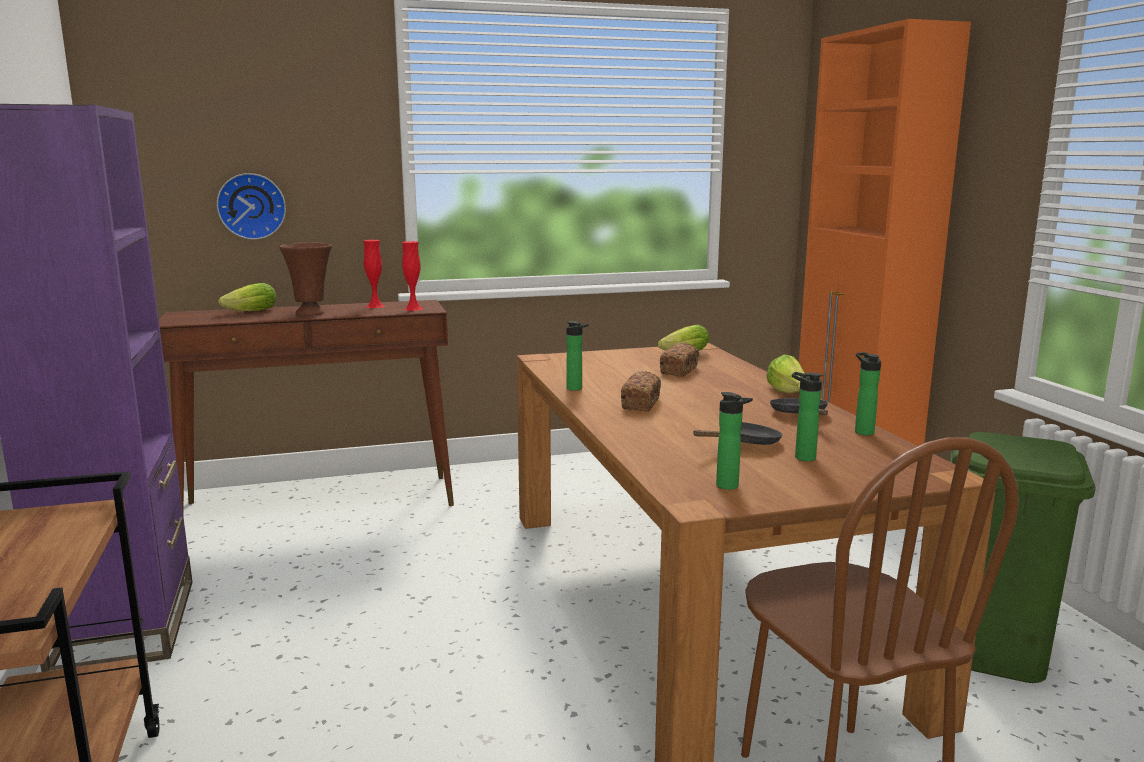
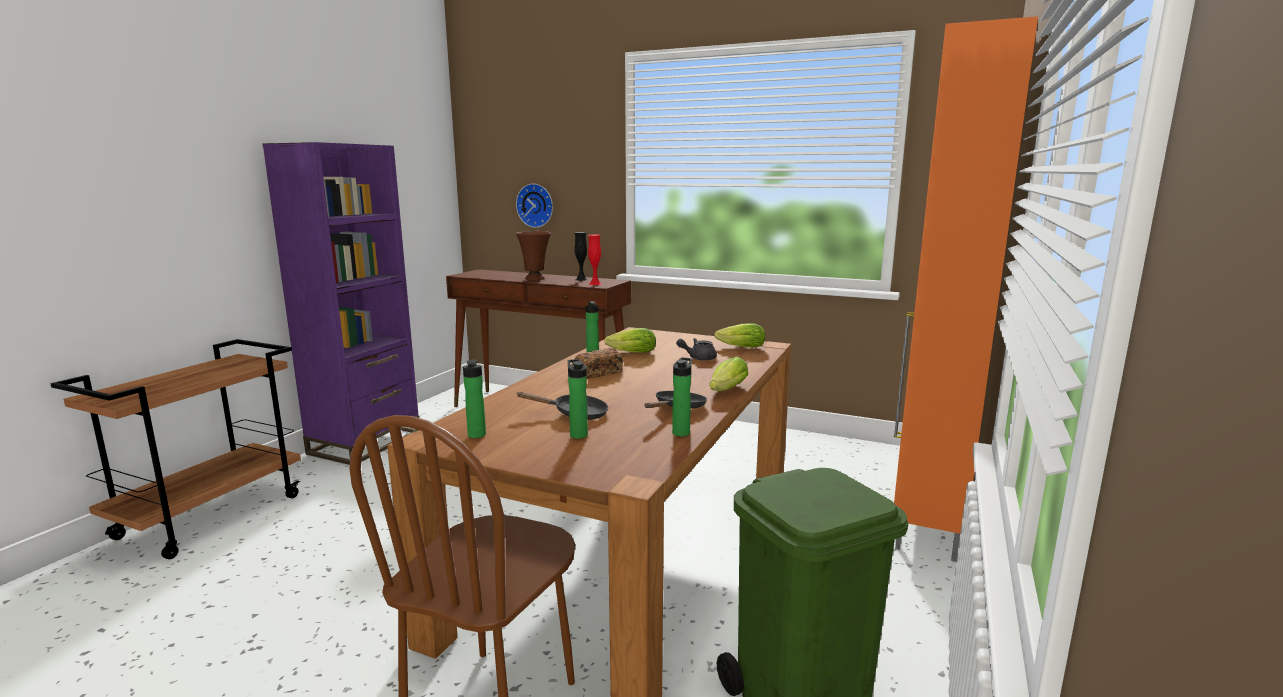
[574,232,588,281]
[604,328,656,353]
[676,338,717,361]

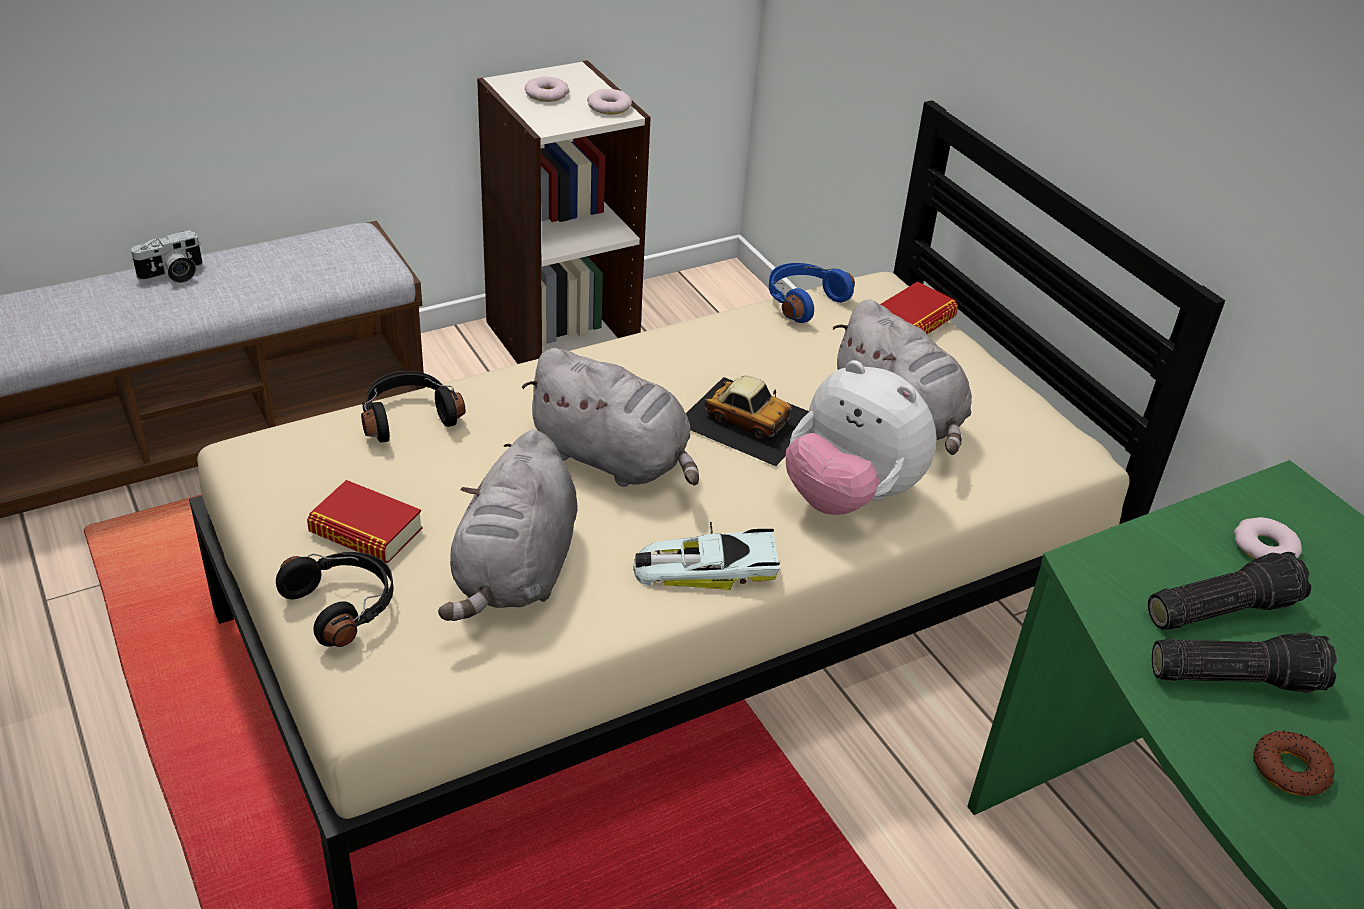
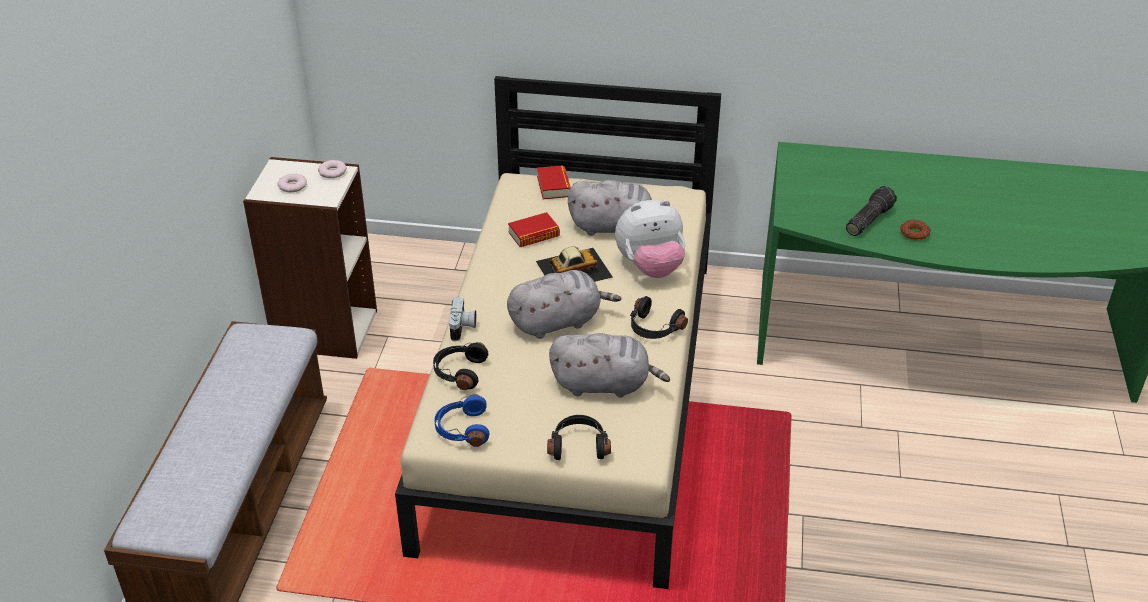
[434,394,489,447]
[449,297,476,341]
[508,212,560,247]
[549,333,670,398]
[630,296,688,339]
[1148,552,1312,630] (first image)
[1234,517,1302,560] (first image)

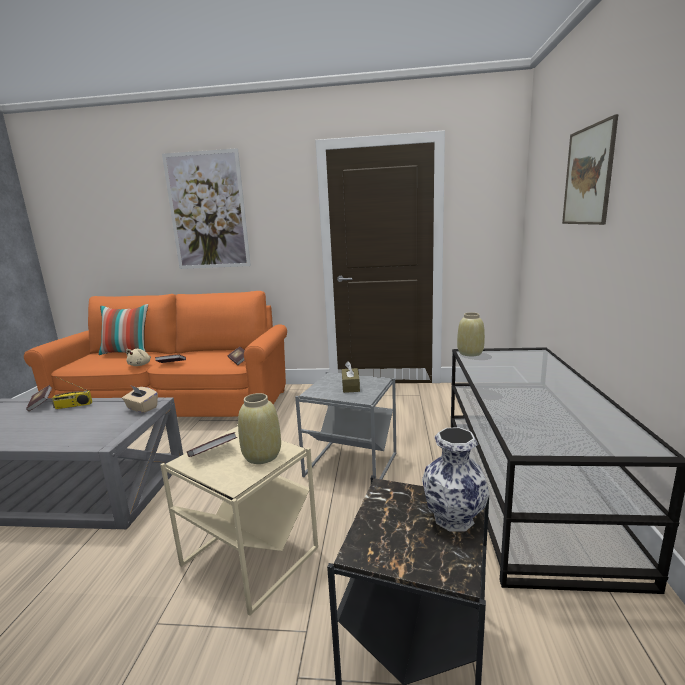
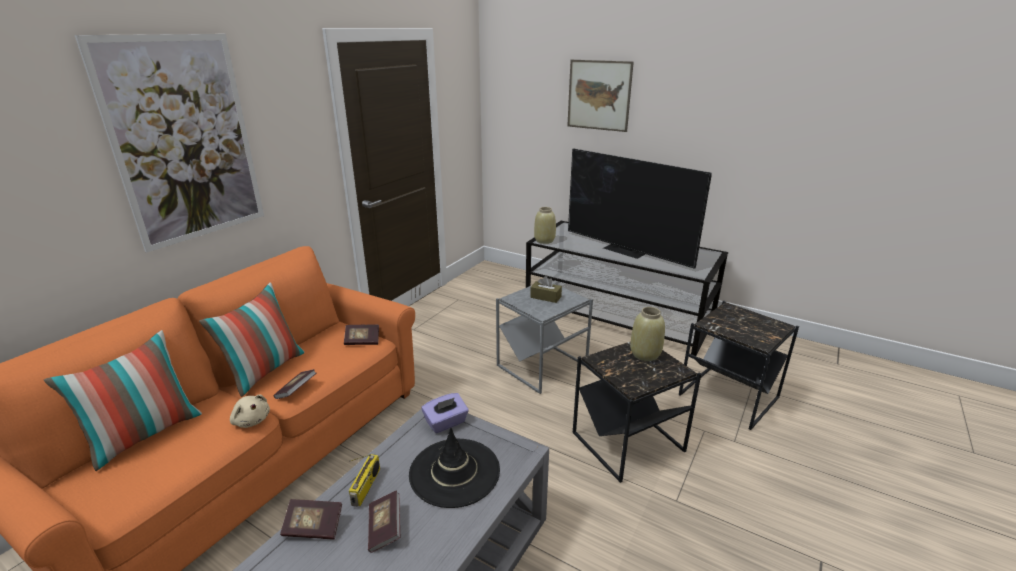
[199,282,305,397]
[368,490,400,553]
[409,428,500,508]
[422,393,469,433]
[568,148,712,269]
[573,341,701,483]
[422,427,489,531] (first image)

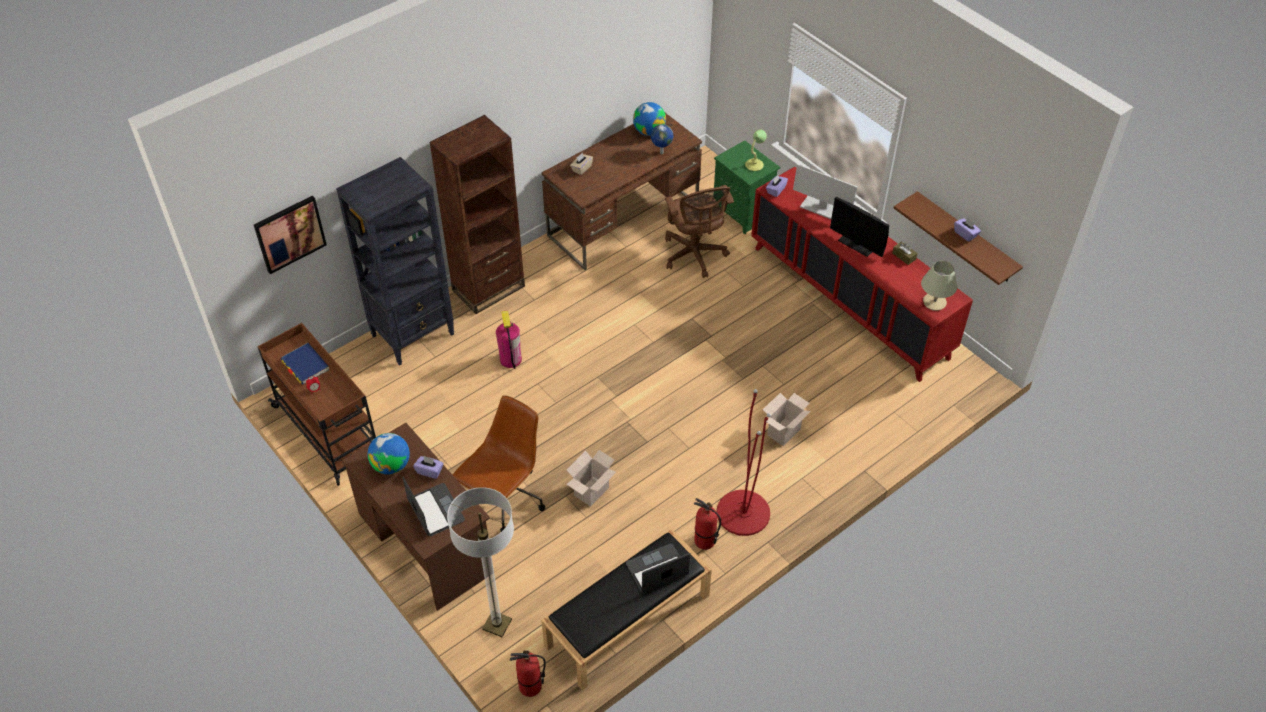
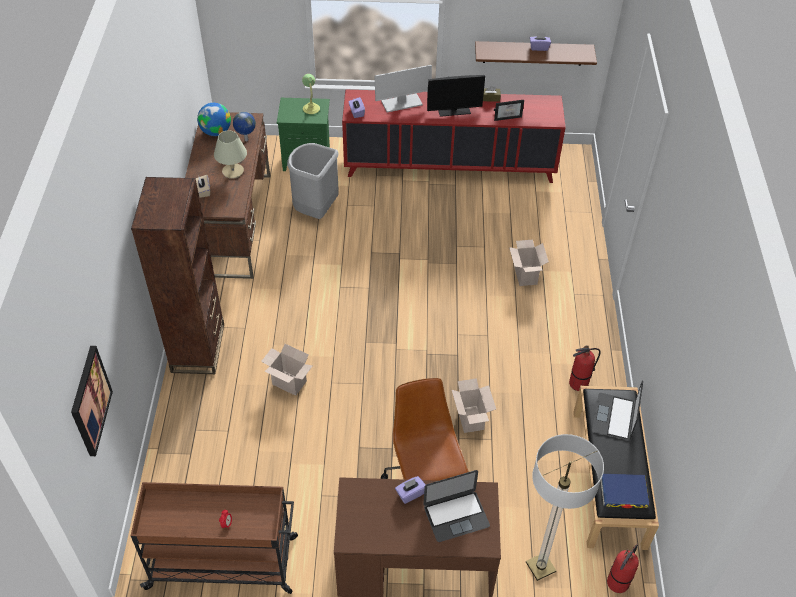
[214,130,247,179]
[261,344,313,396]
[287,143,339,219]
[423,470,490,542]
[494,100,524,121]
[601,473,649,508]
[336,157,454,366] (first image)
[368,433,410,475] (first image)
[716,389,771,536] (first image)

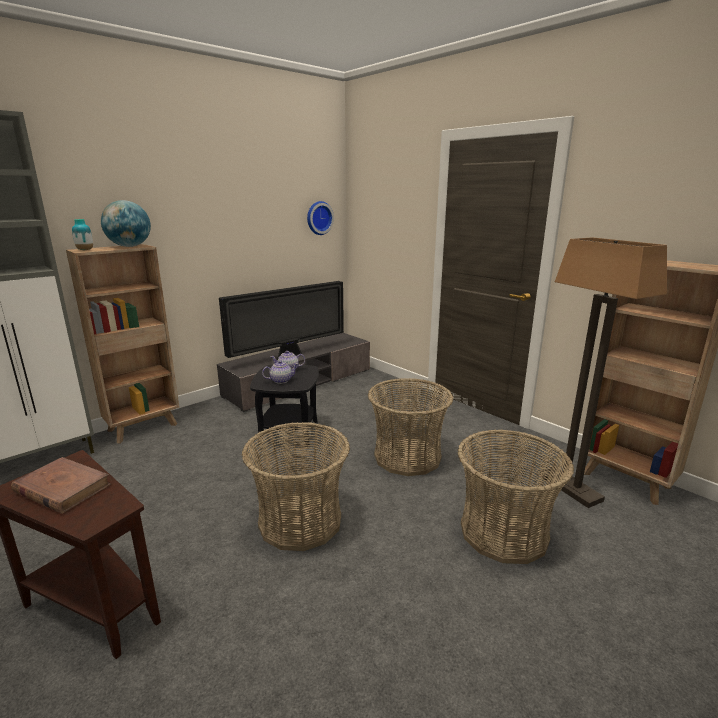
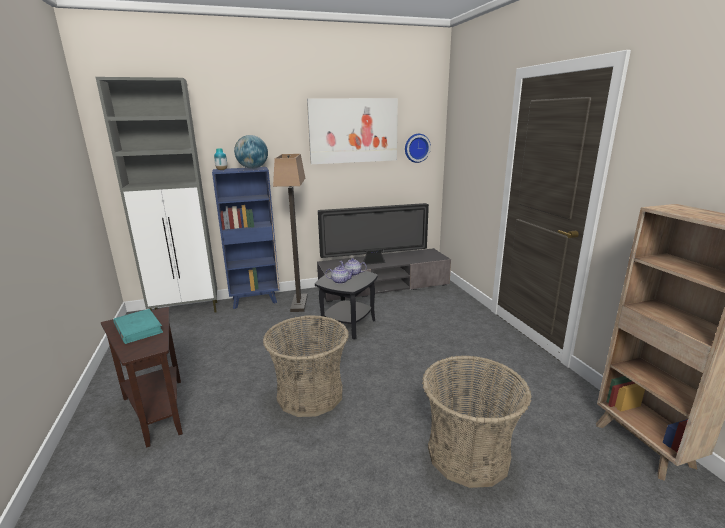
[113,309,163,344]
[212,167,280,309]
[273,154,308,312]
[307,98,398,164]
[368,378,453,476] (first image)

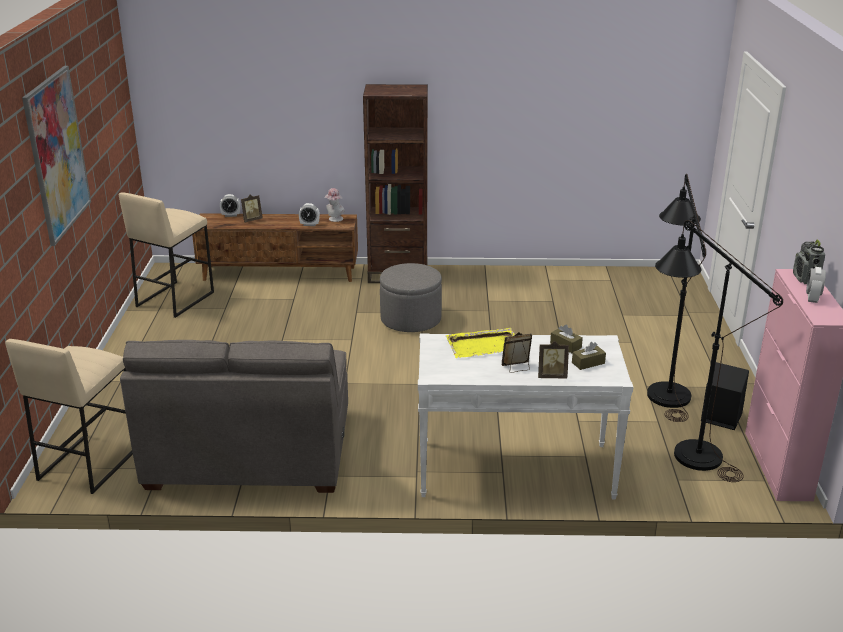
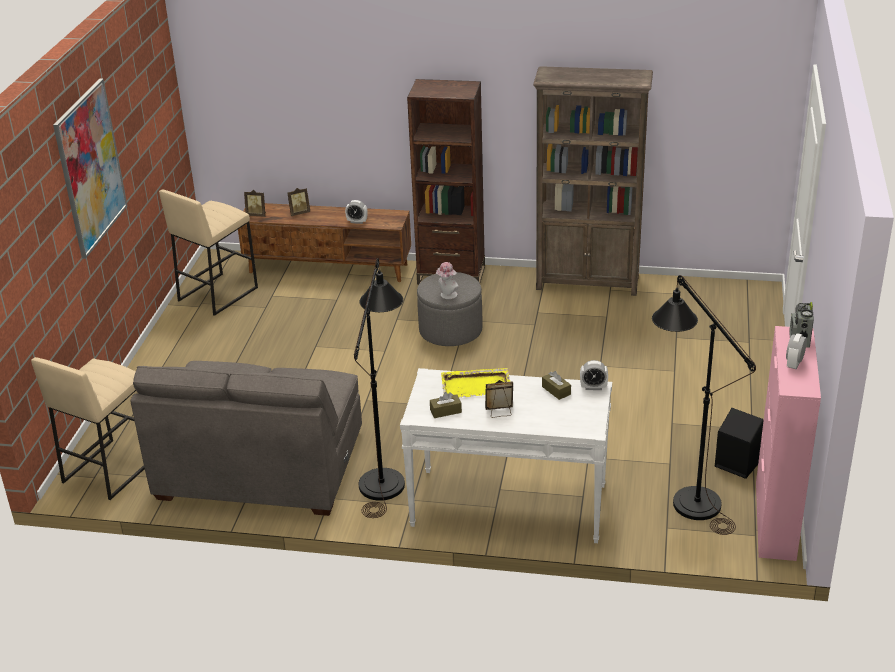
[244,190,266,217]
[354,258,405,518]
[430,392,462,418]
[436,262,459,299]
[533,66,653,296]
[580,360,608,390]

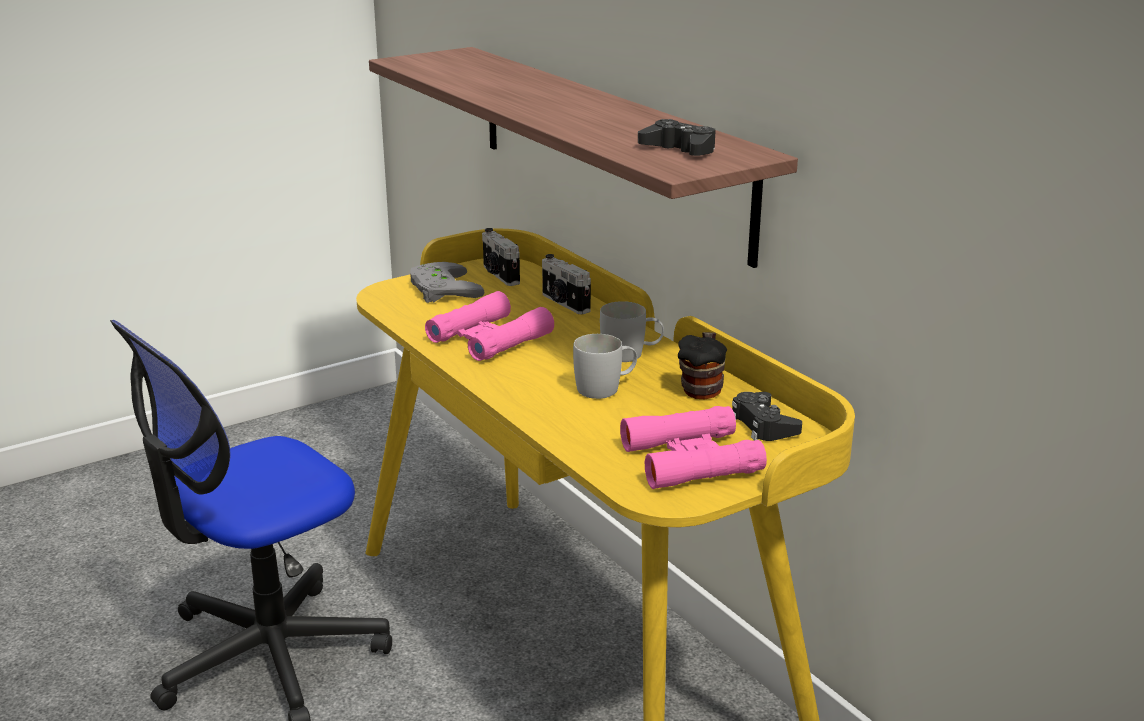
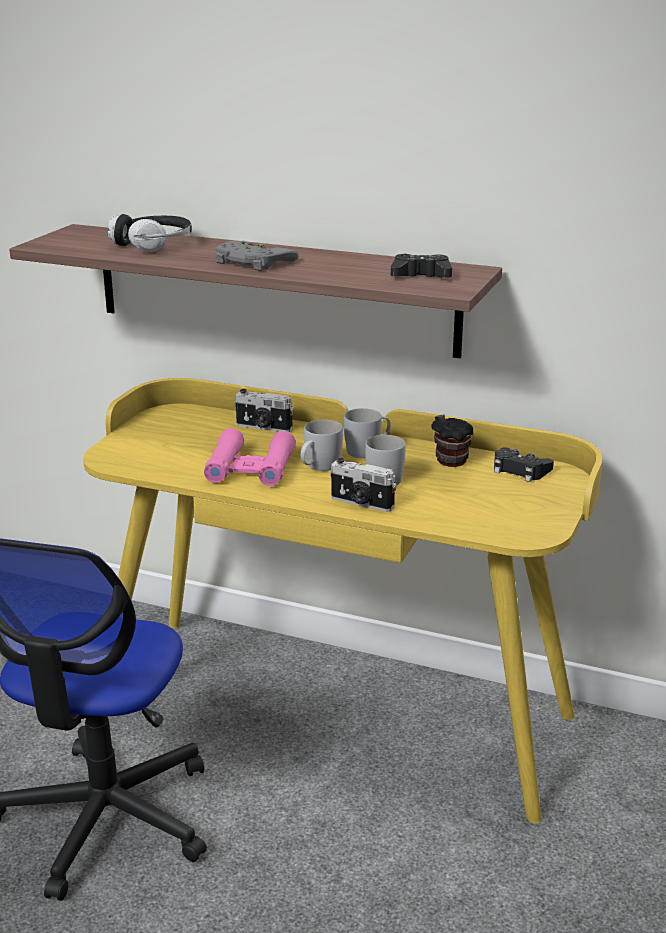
[108,214,192,252]
[215,241,299,271]
[301,420,343,471]
[330,458,396,512]
[620,406,767,489] (first image)

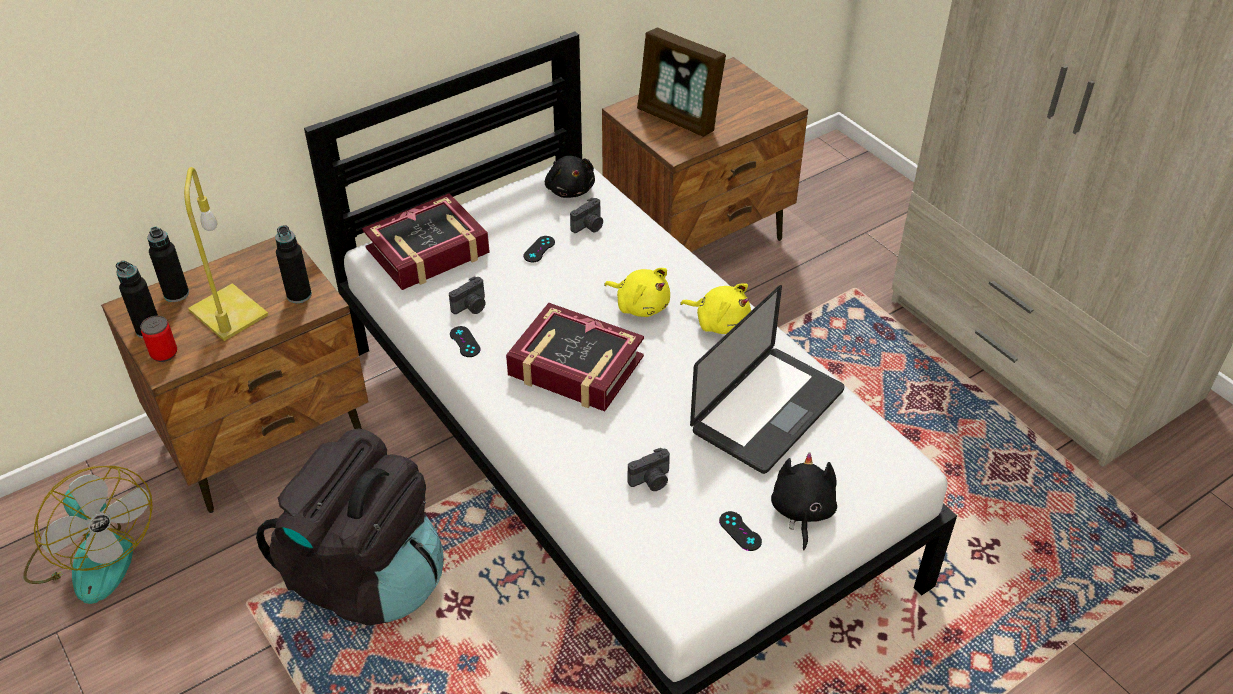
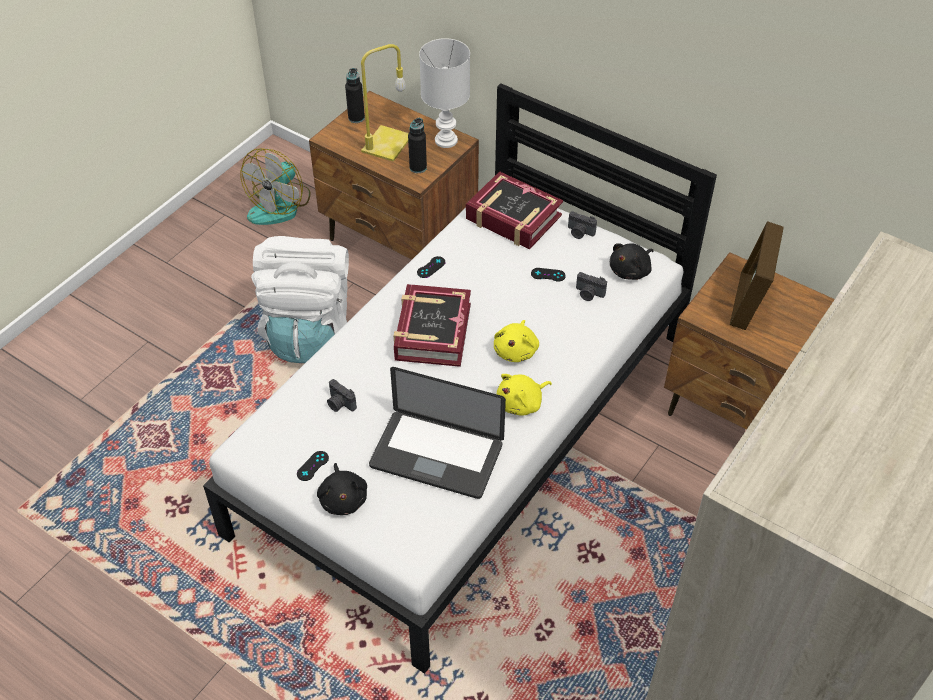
[251,236,349,363]
[317,463,367,515]
[419,38,470,148]
[497,374,552,416]
[568,211,597,239]
[140,316,177,362] (first image)
[147,227,189,302] (first image)

